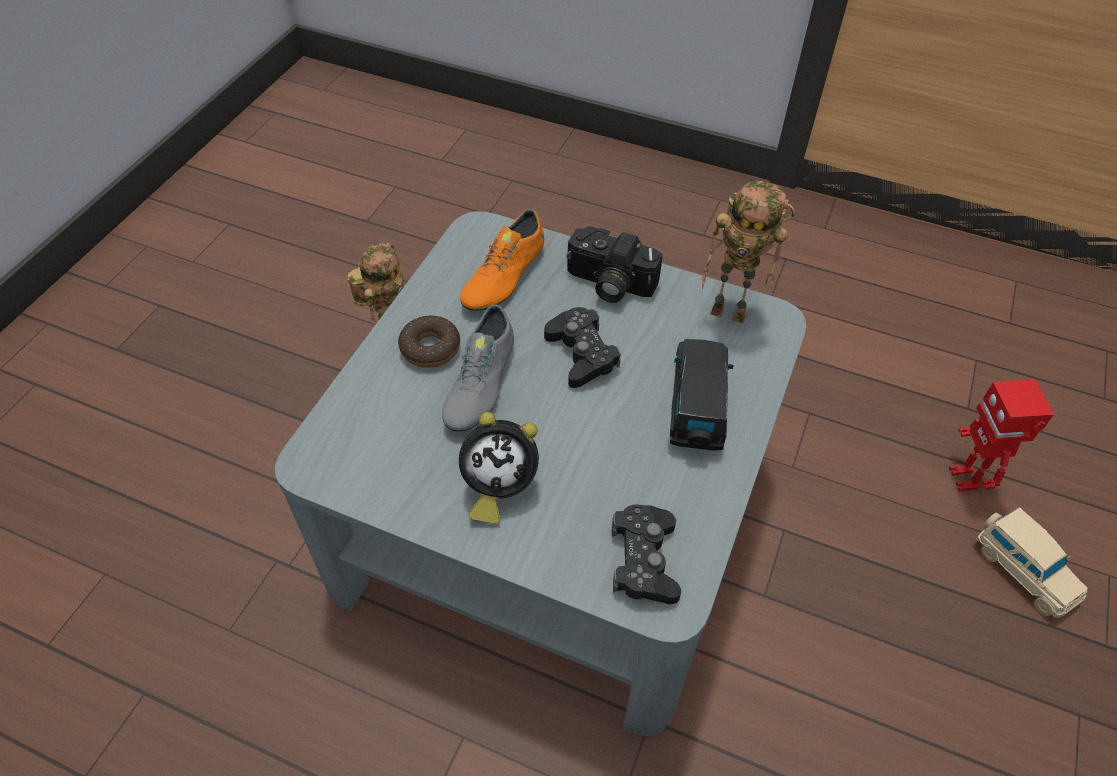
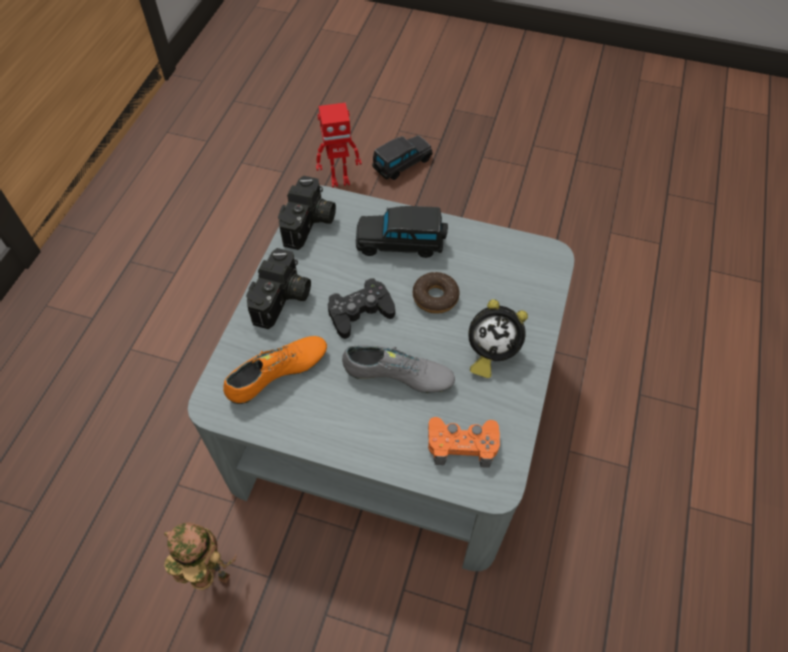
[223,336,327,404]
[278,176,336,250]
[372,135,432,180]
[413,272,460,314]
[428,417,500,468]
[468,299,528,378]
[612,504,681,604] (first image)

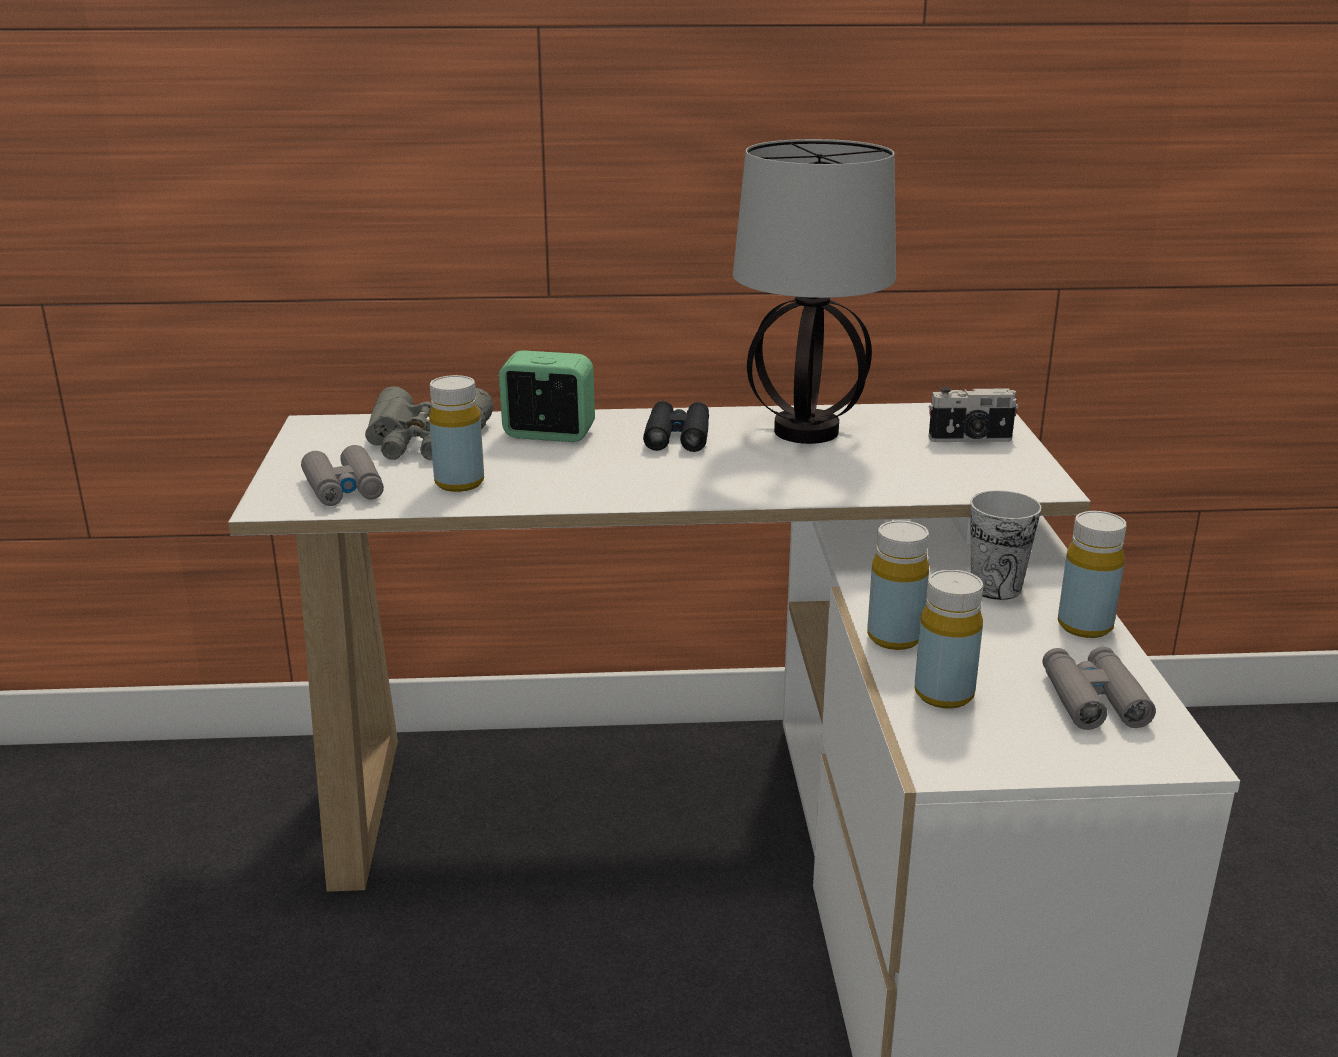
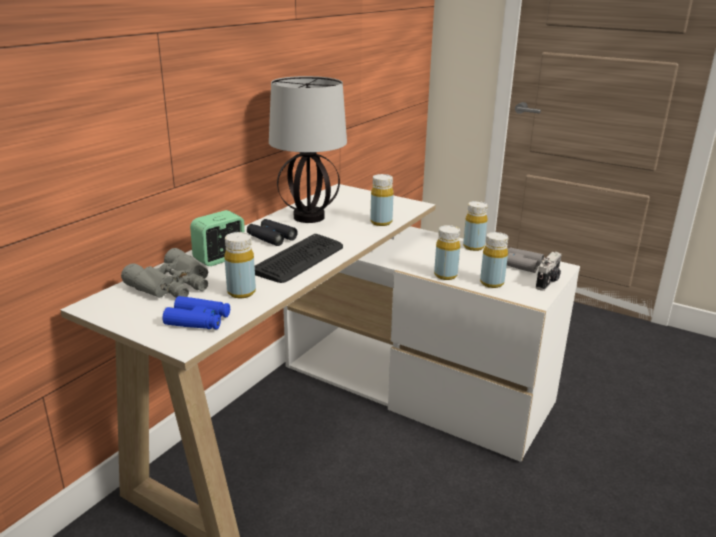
[162,296,230,329]
[255,234,343,283]
[370,174,394,226]
[536,252,562,291]
[970,490,1042,600] (first image)

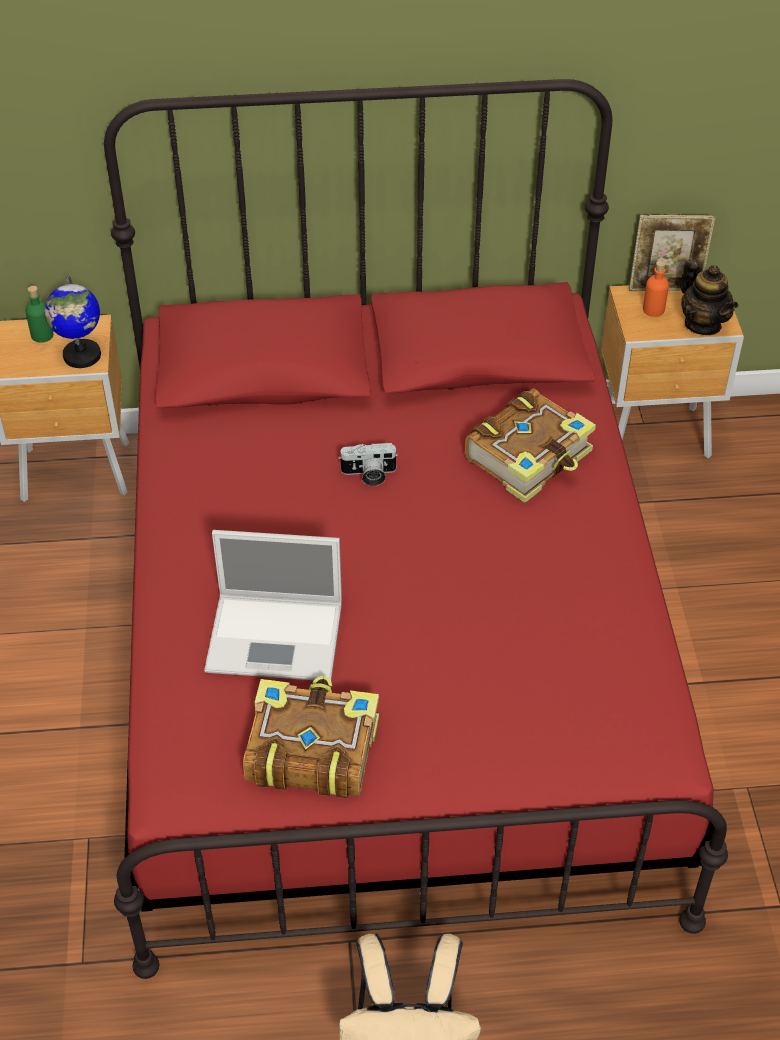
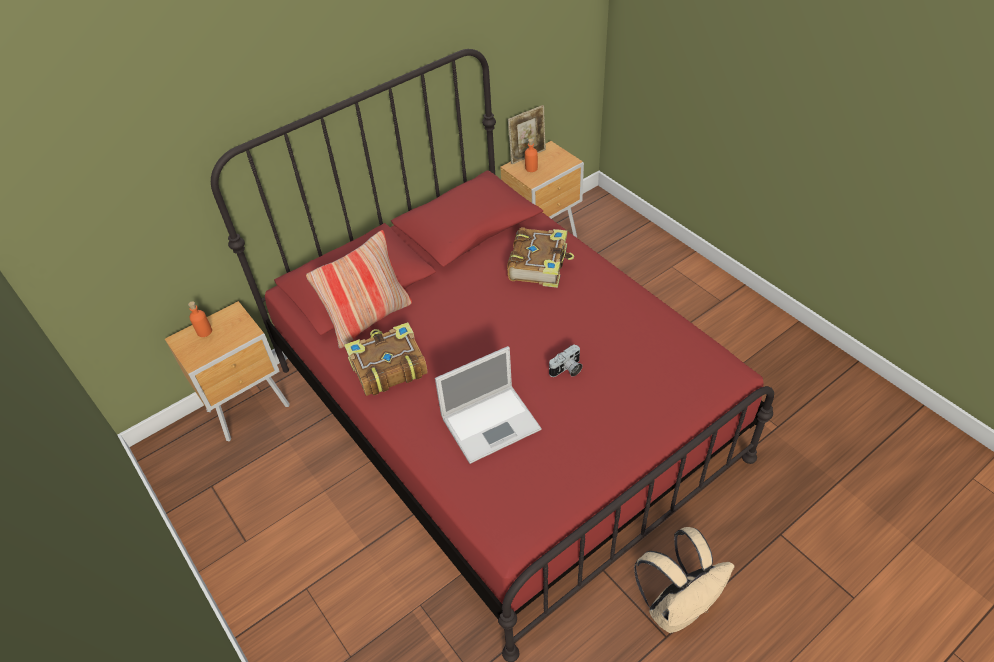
[188,301,212,337]
[306,230,412,349]
[344,322,428,396]
[549,344,583,377]
[45,276,101,368] (first image)
[680,259,738,335] (first image)

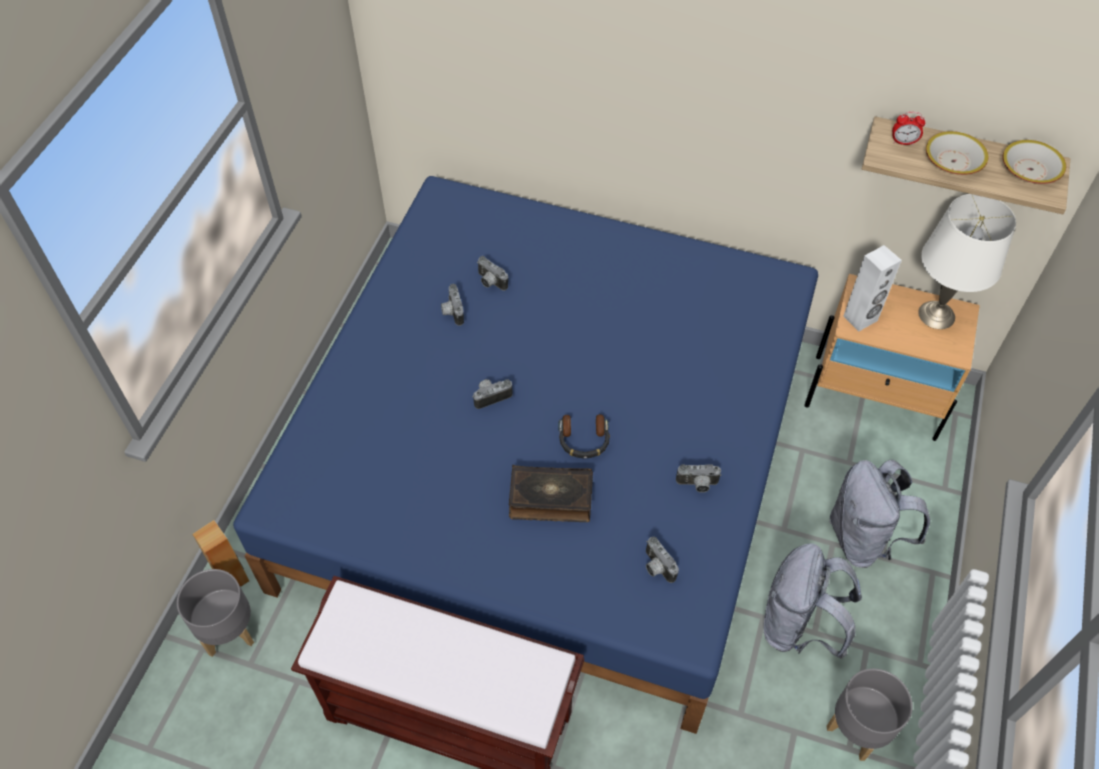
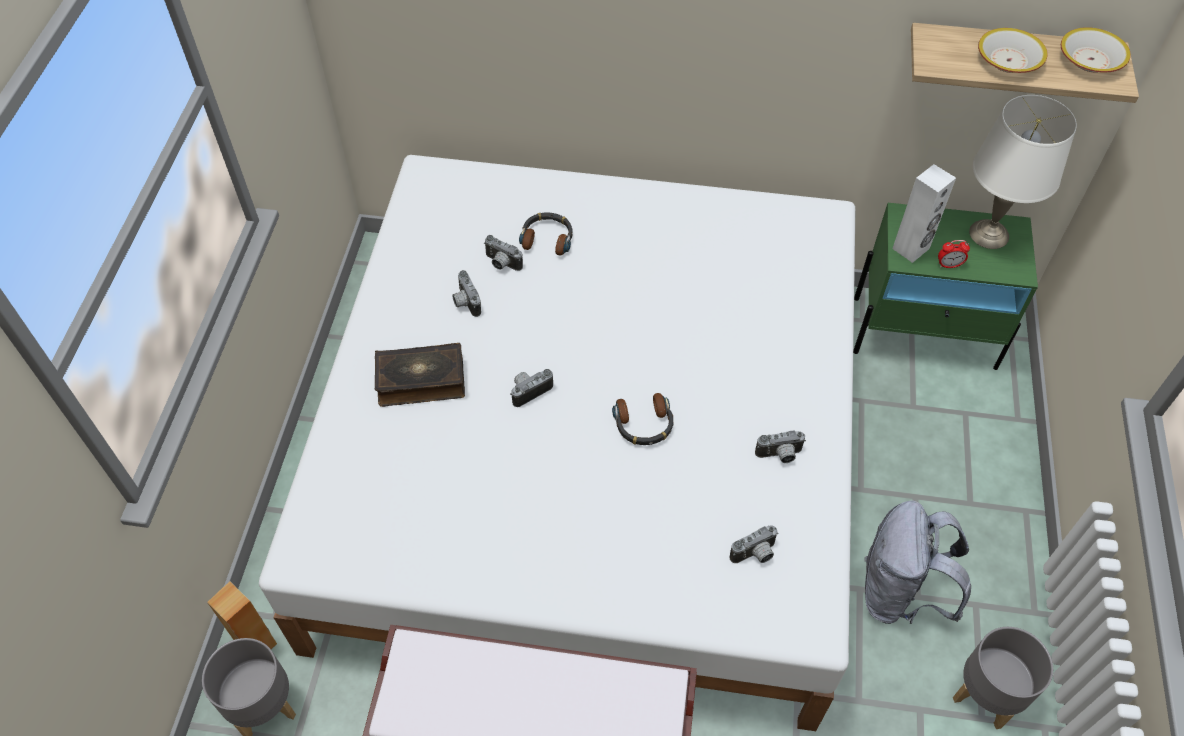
[259,155,855,731]
[375,343,465,407]
[519,213,573,255]
[729,525,779,563]
[853,203,1038,370]
[938,240,970,268]
[829,460,930,568] (first image)

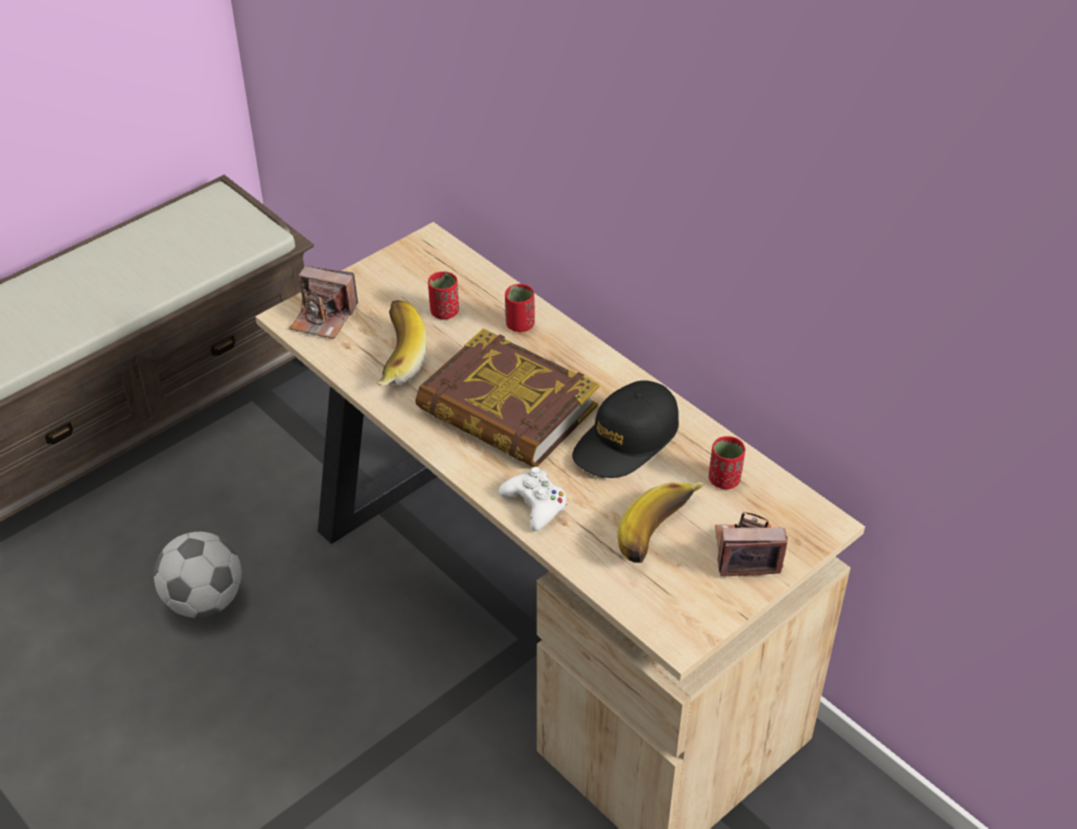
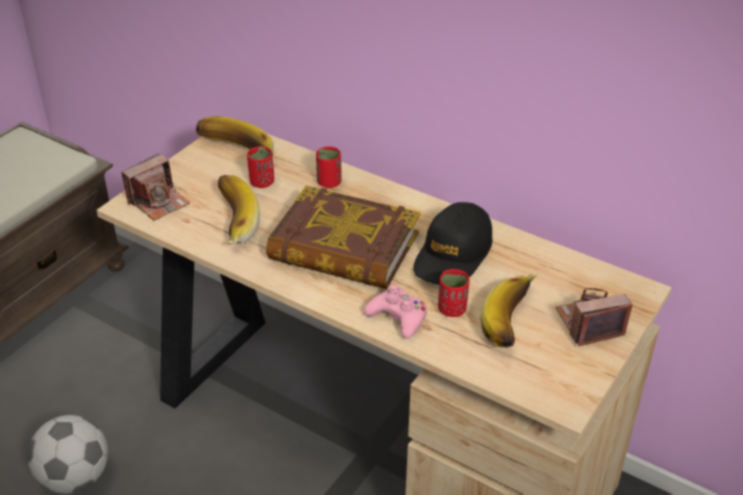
[121,153,190,221]
[196,116,276,154]
[364,285,427,339]
[438,269,470,317]

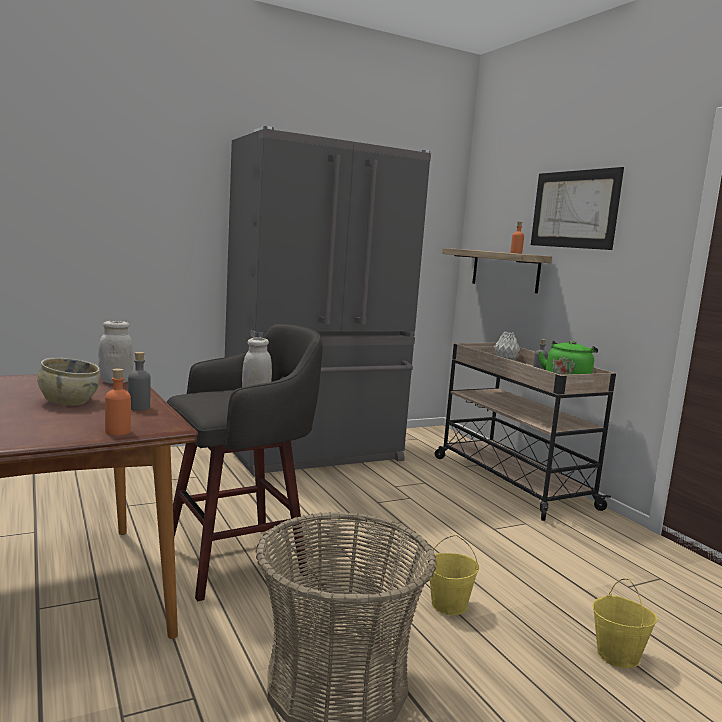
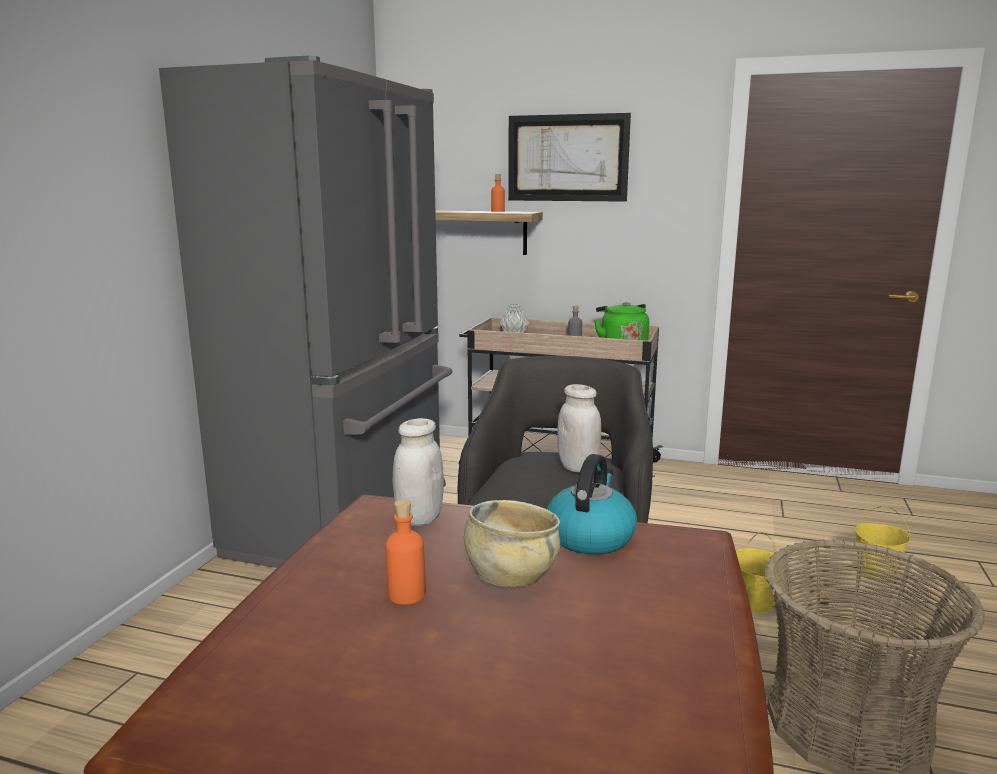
[385,500,425,605]
[547,454,637,554]

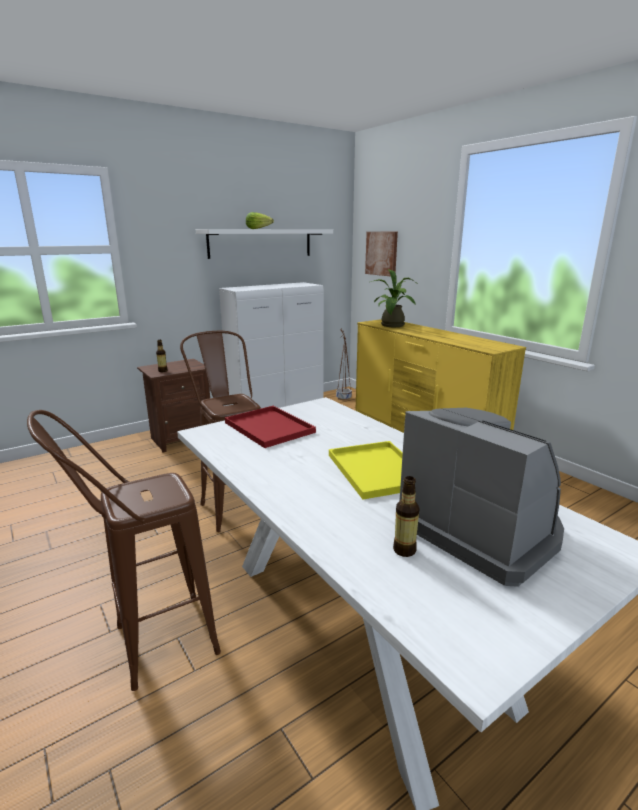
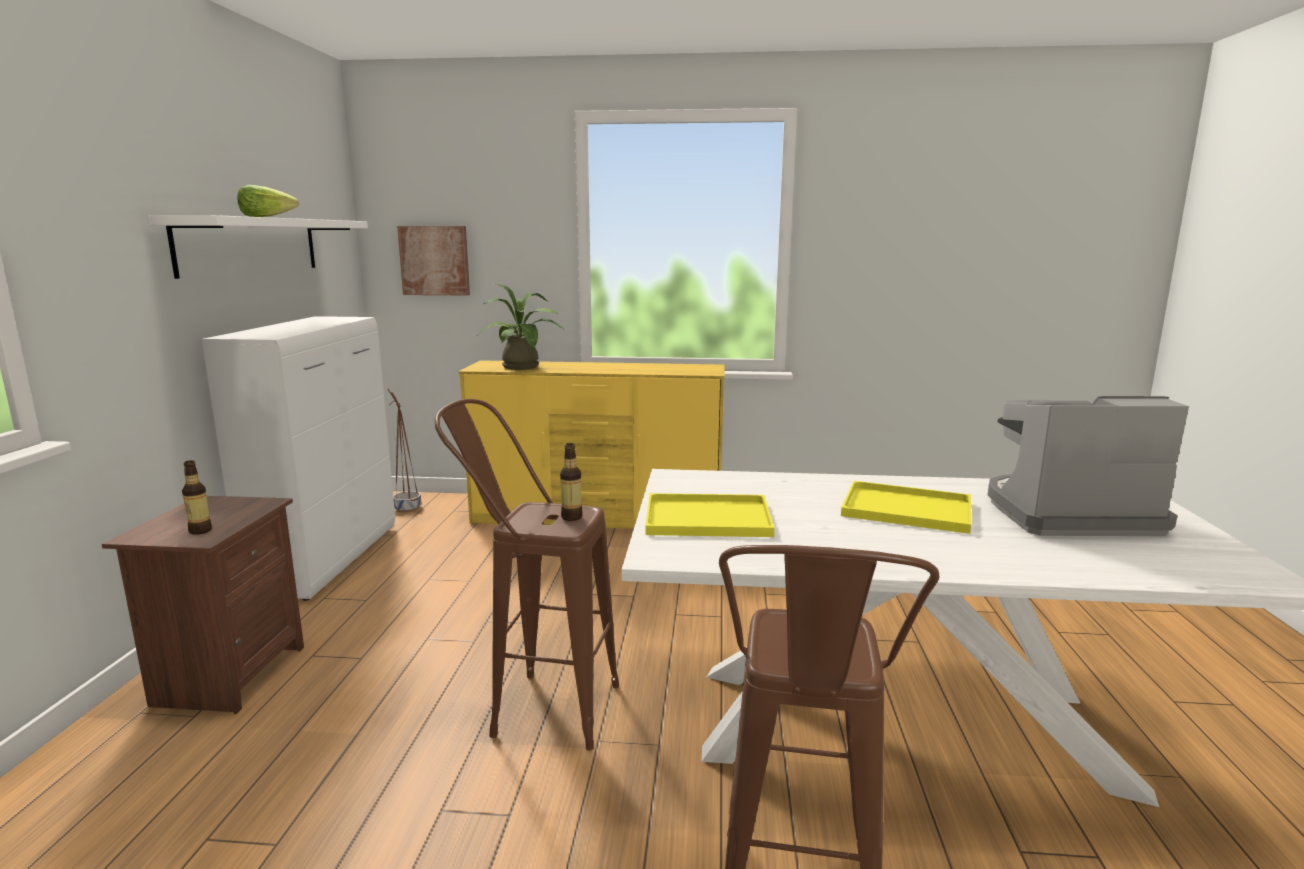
[560,443,583,521]
[646,493,774,537]

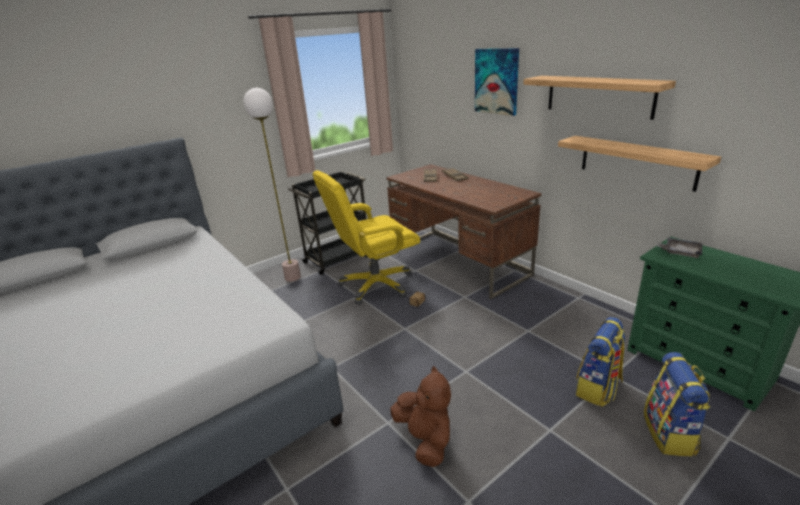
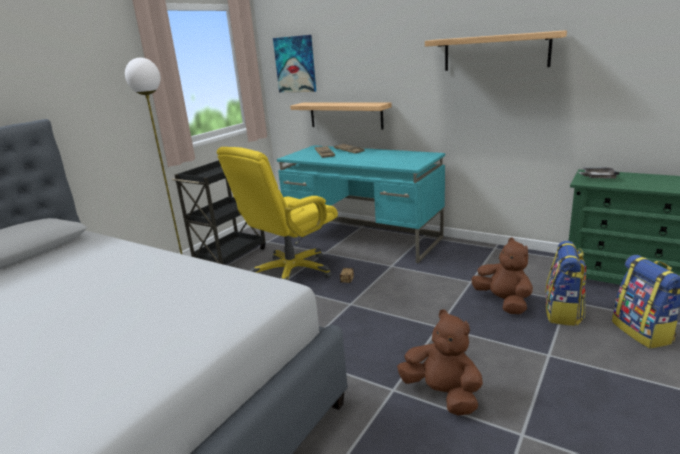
[273,35,316,92]
[277,145,445,263]
[290,102,392,130]
[471,237,533,314]

